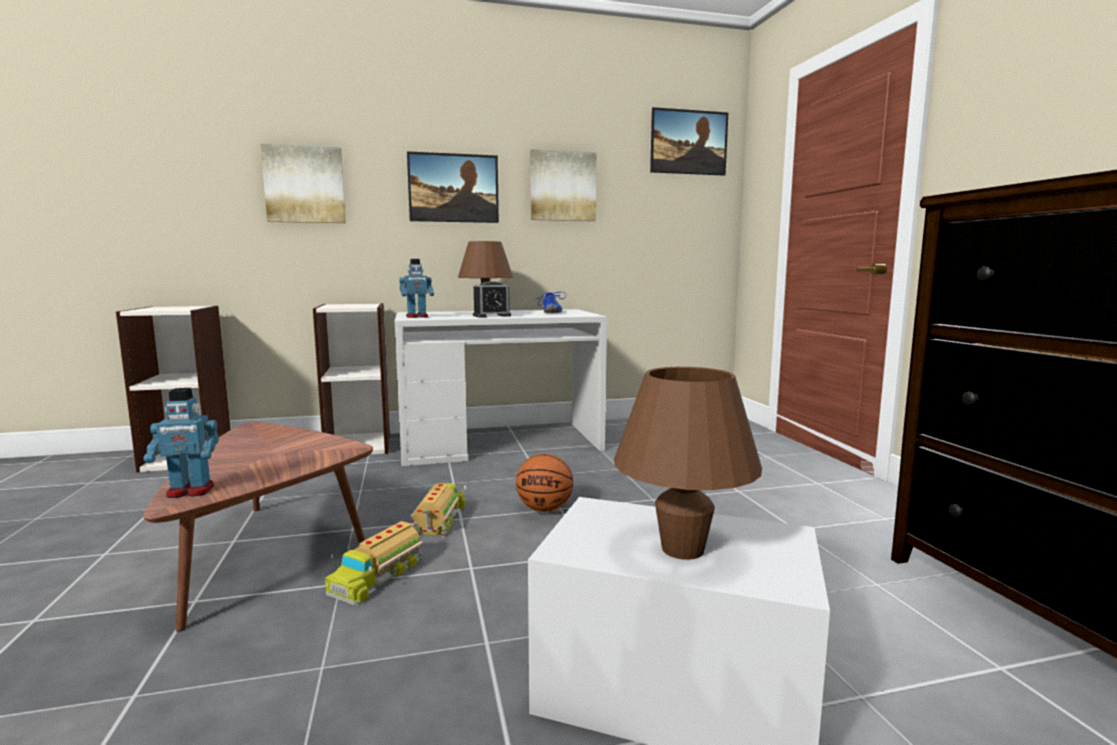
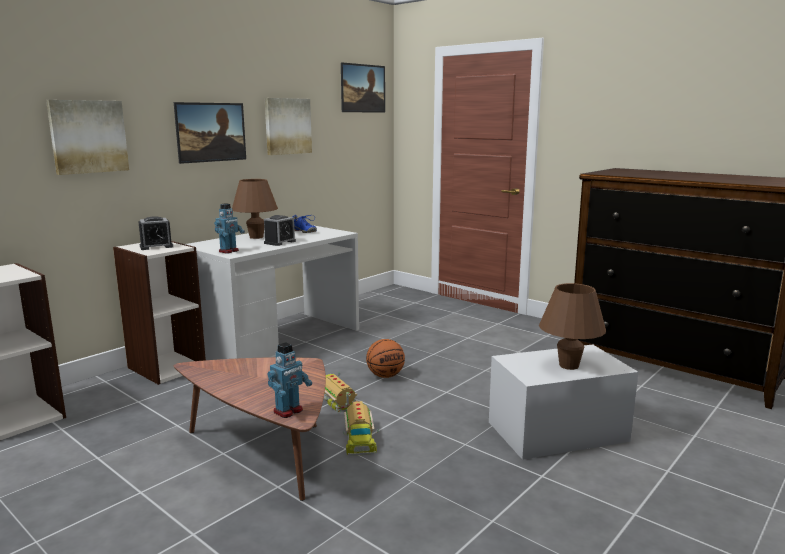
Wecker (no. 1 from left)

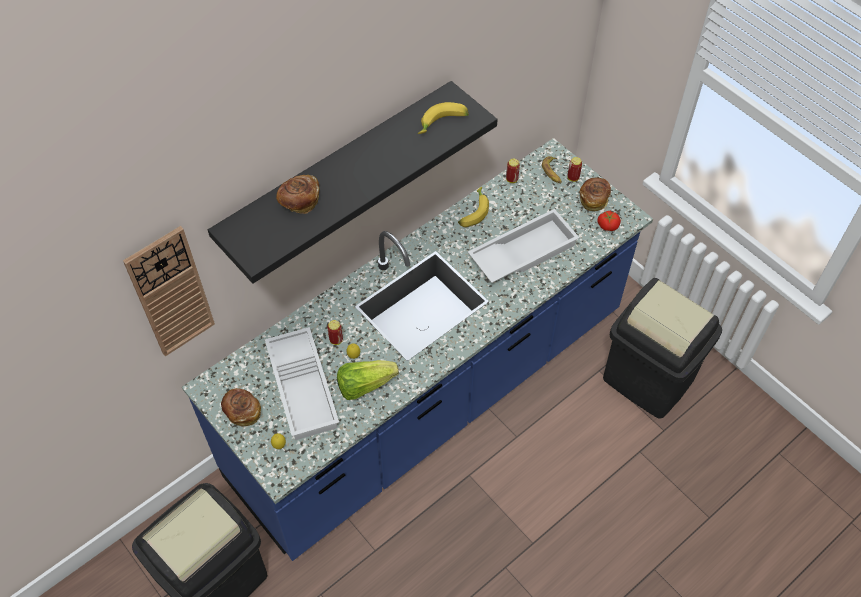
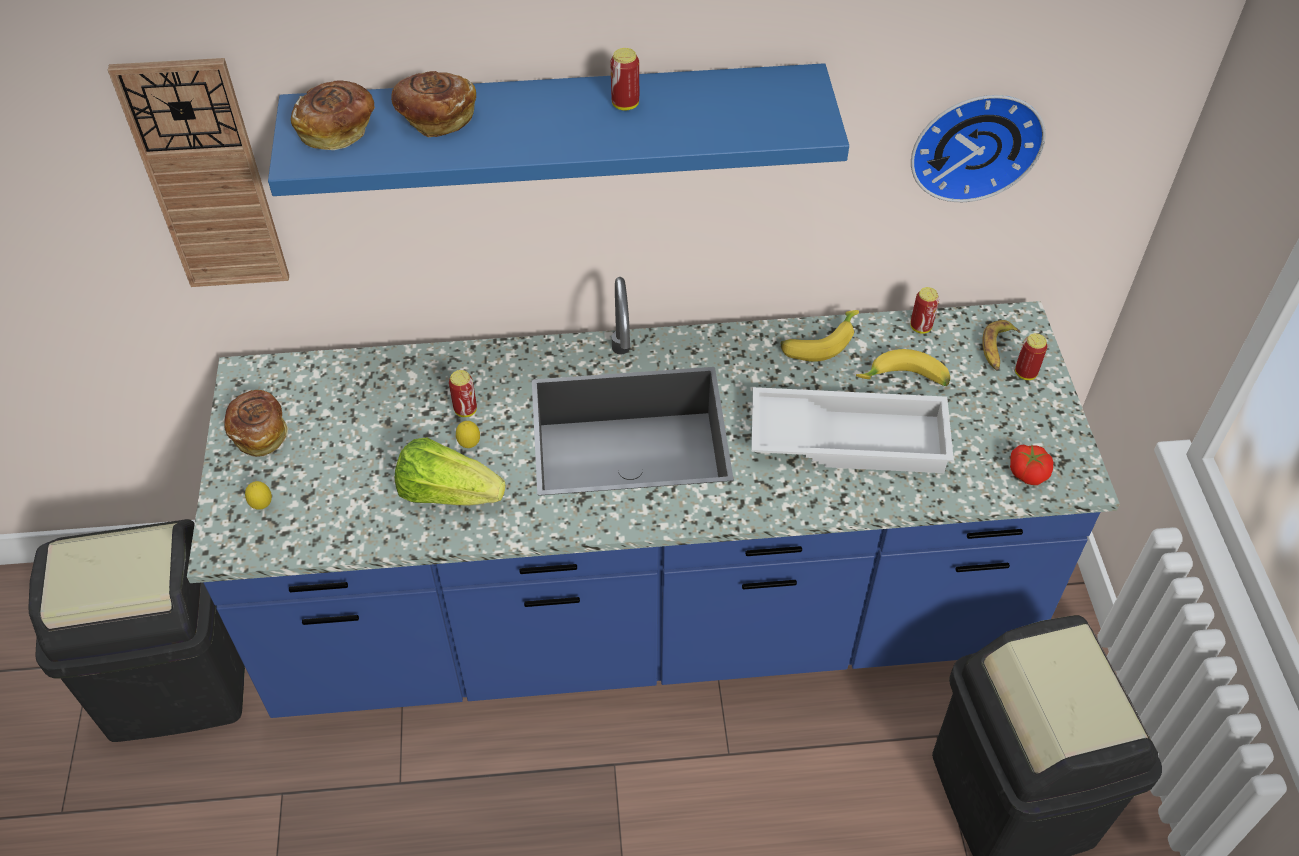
Tablett/weiß (no. 1 from left in the first image)
Dose (no. 2 from left)
Wanduhr (no. 2 from left)
Banane (no. 2 from left)
Brot (no. 2 from left)
Wandregal/blau

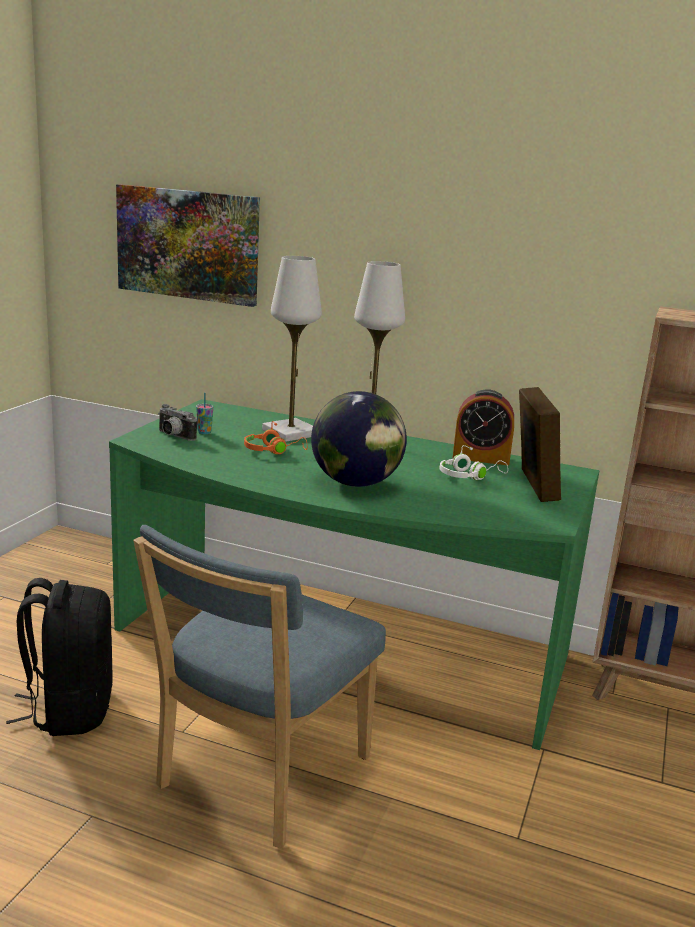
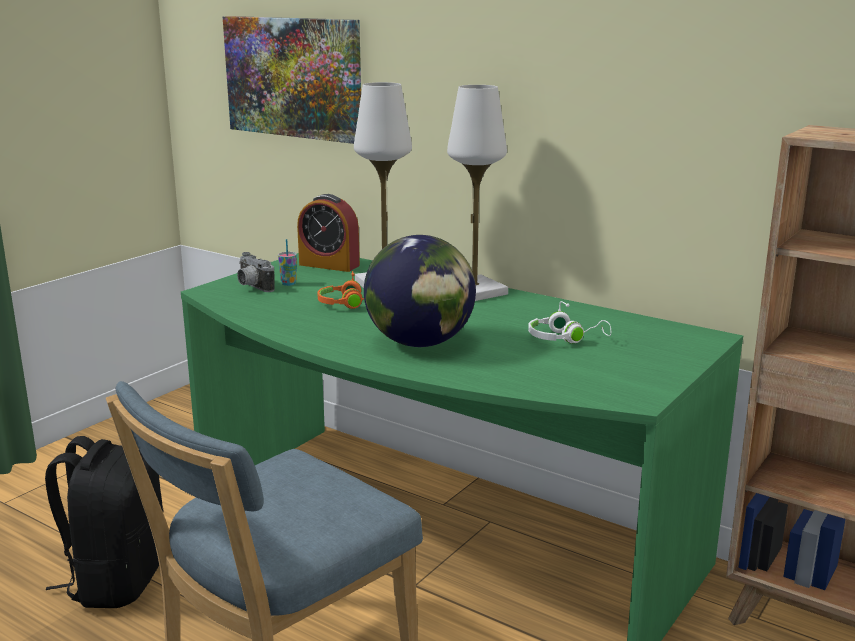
Bilderrahmen
Wecker

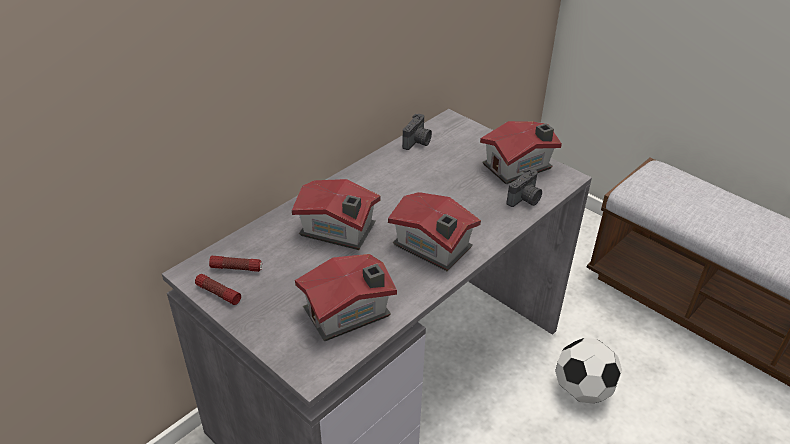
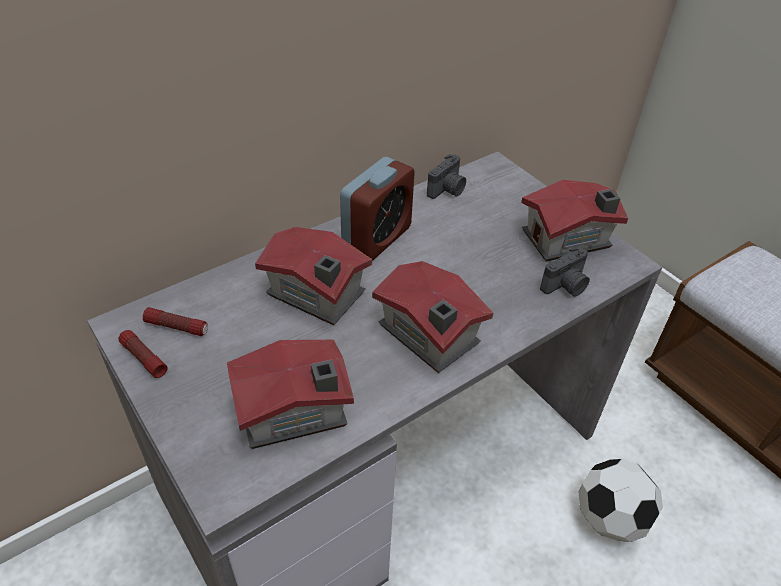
Wecker

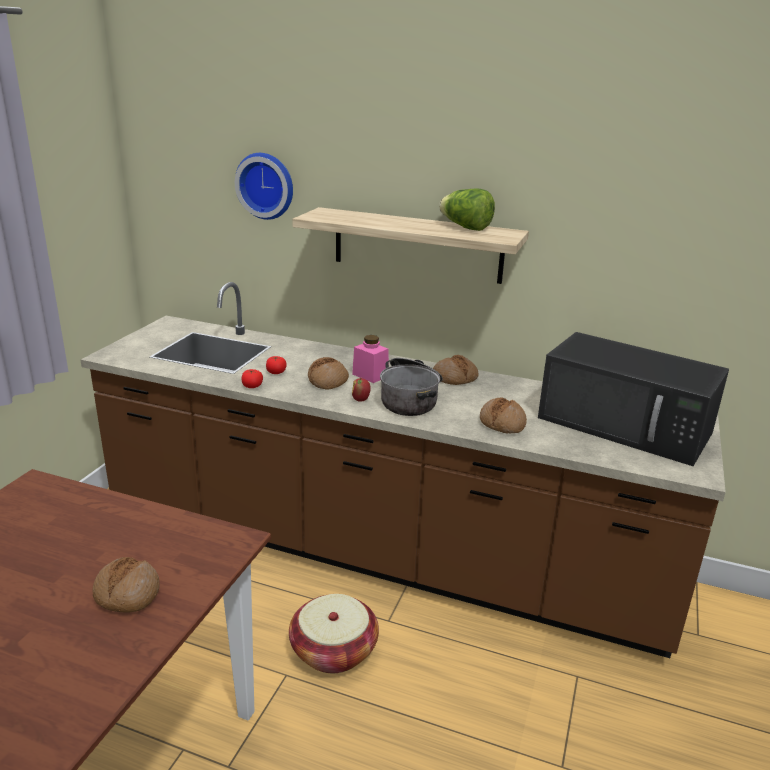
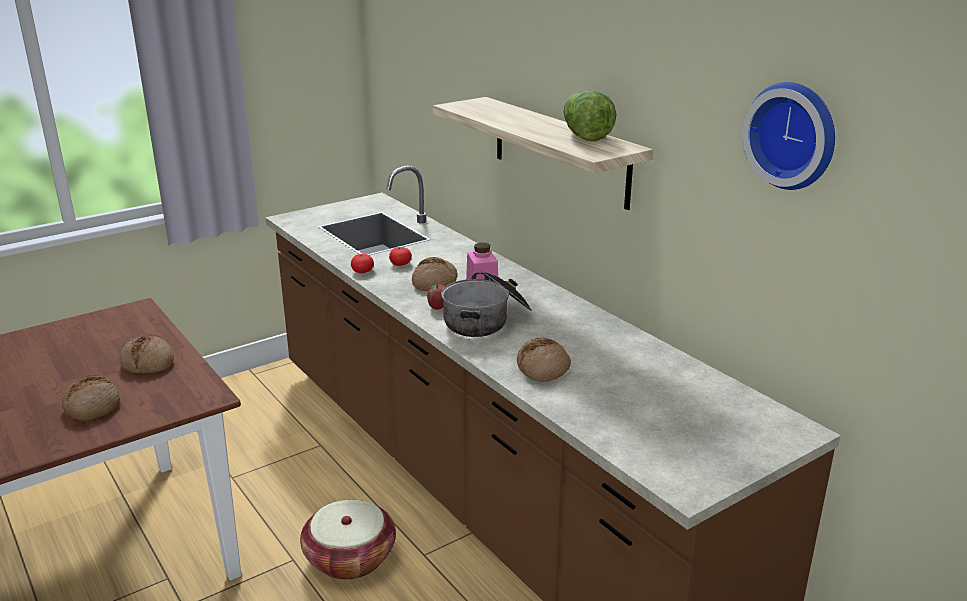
Mikrowelle/schwarz
Wanduhr
Brot (no. 2 from left)

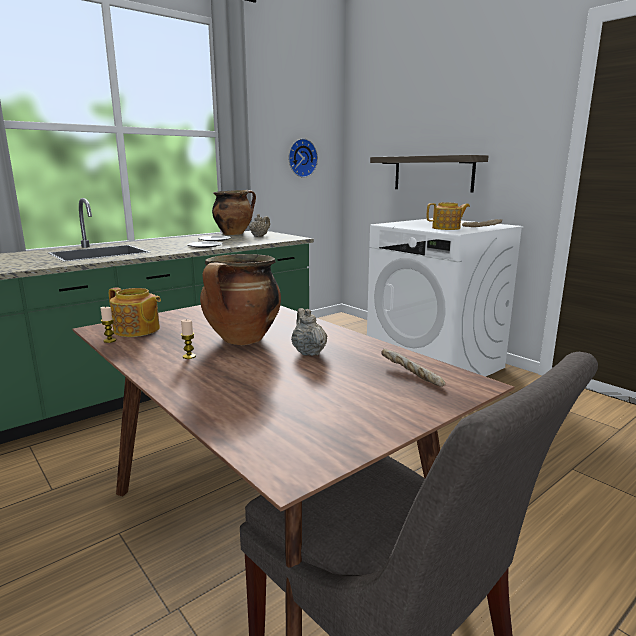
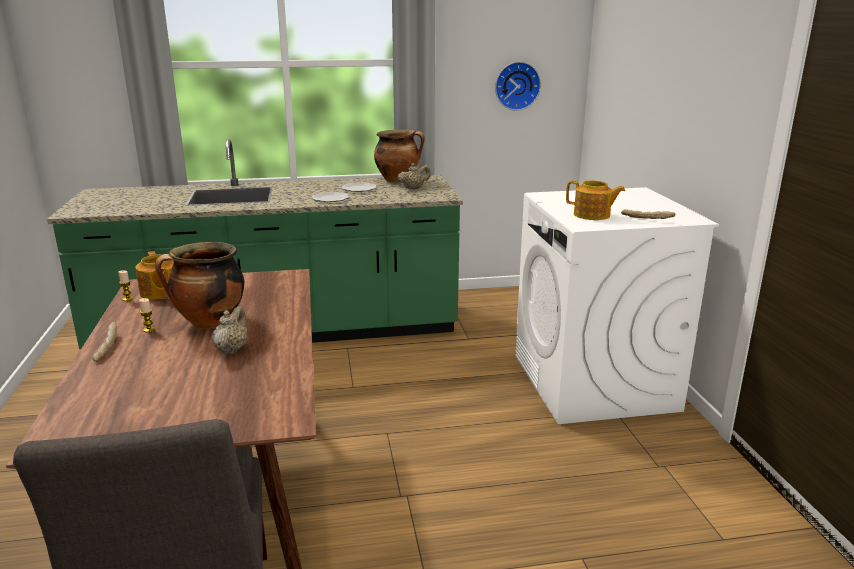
Wandregal
Brot (no. 1 from left)

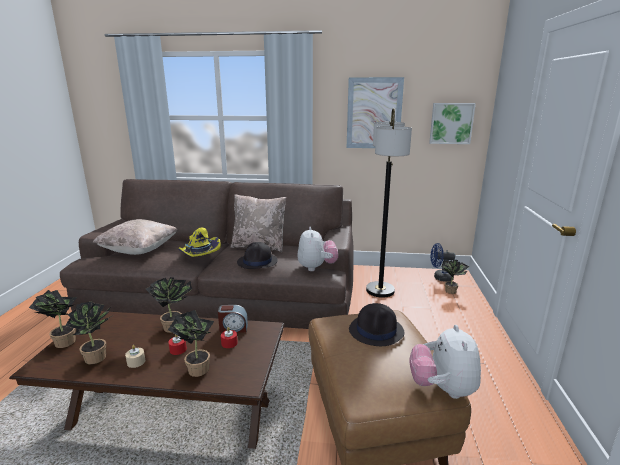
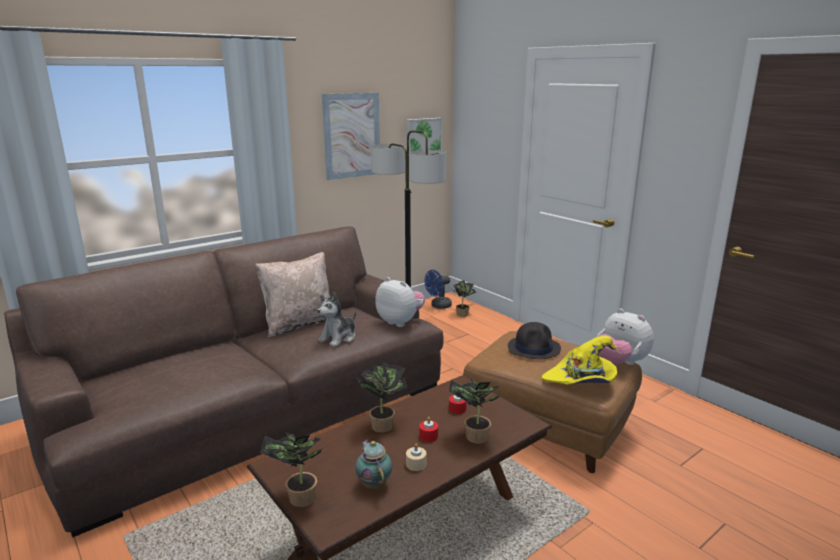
Kissen/beige (no. 1 from left in the first image)
Wecker
Hut/gelb
Teekanne
Plüschtier (no. 1 from left)

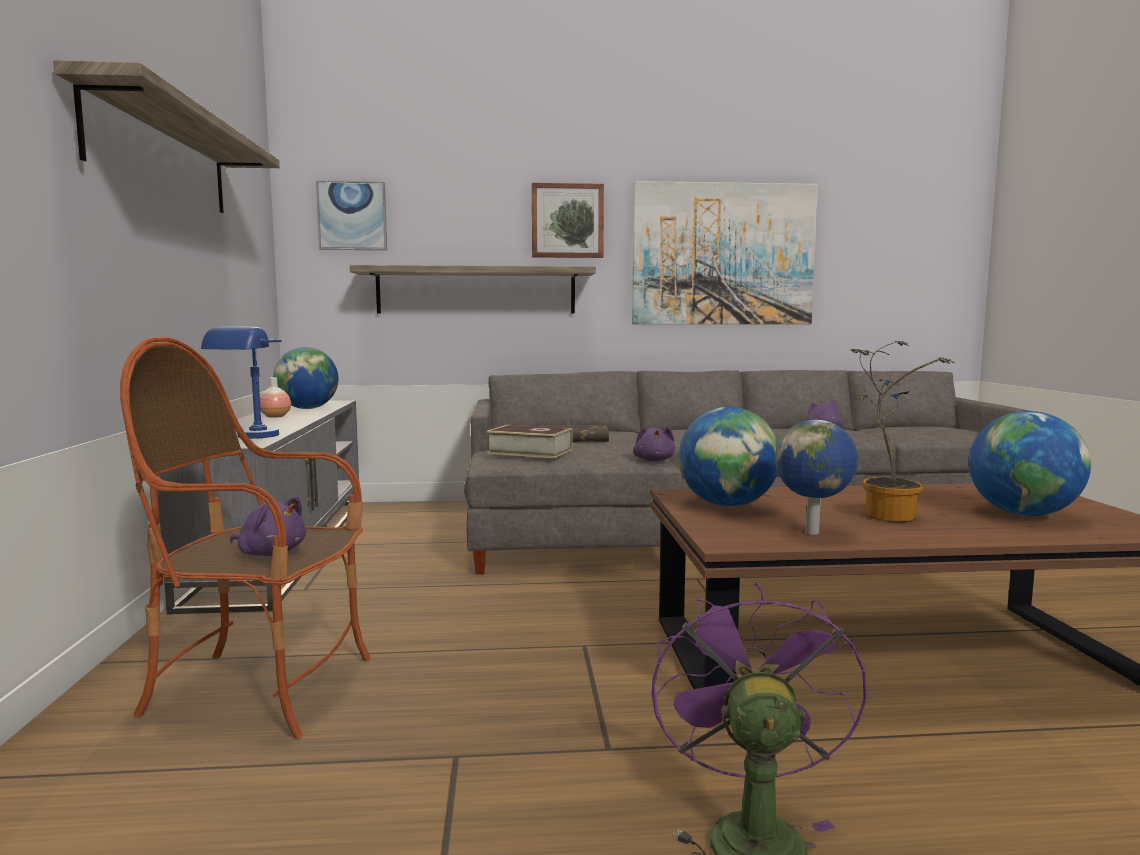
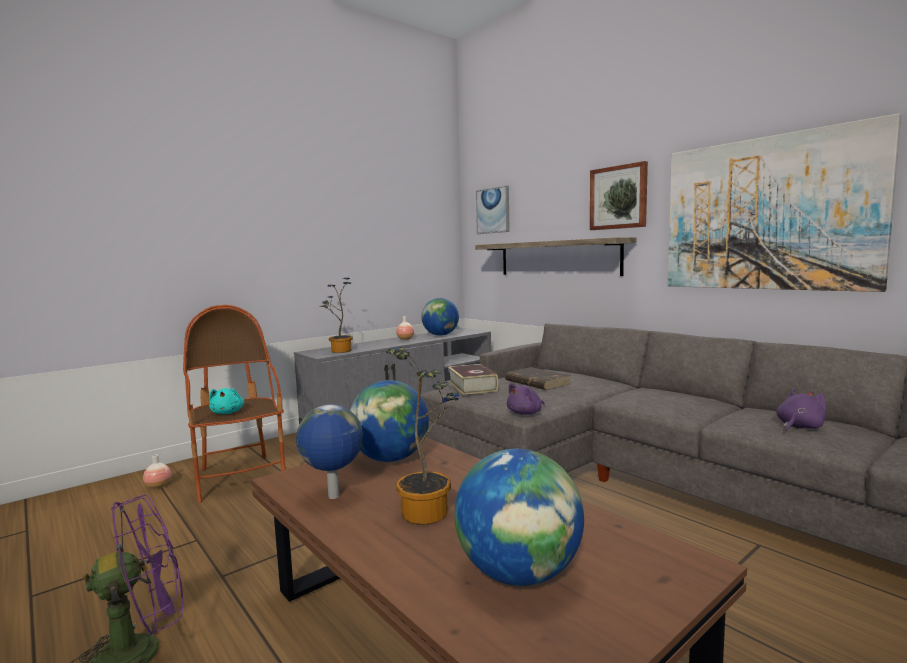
Wandregal (no. 1 from left in the first image)
Vase (no. 1 from left)
Topfpflanze (no. 1 from left)
Plüschtier/türkis

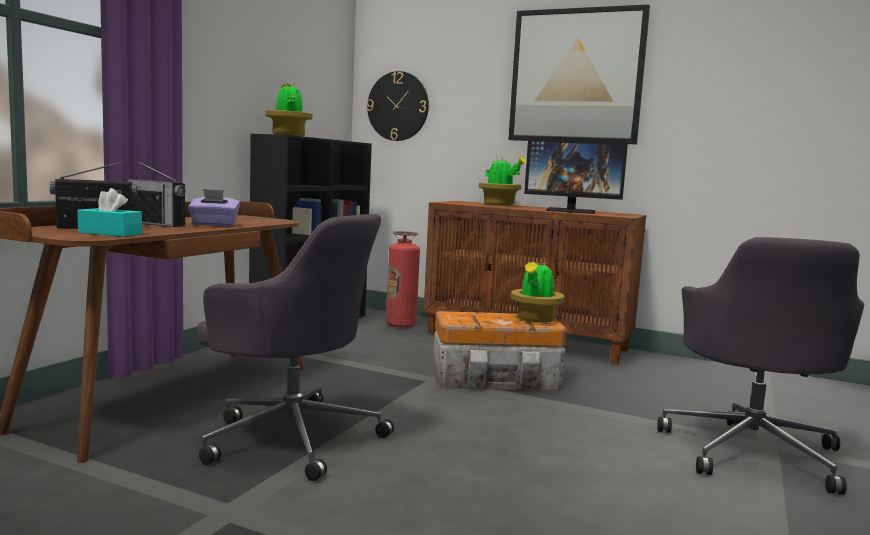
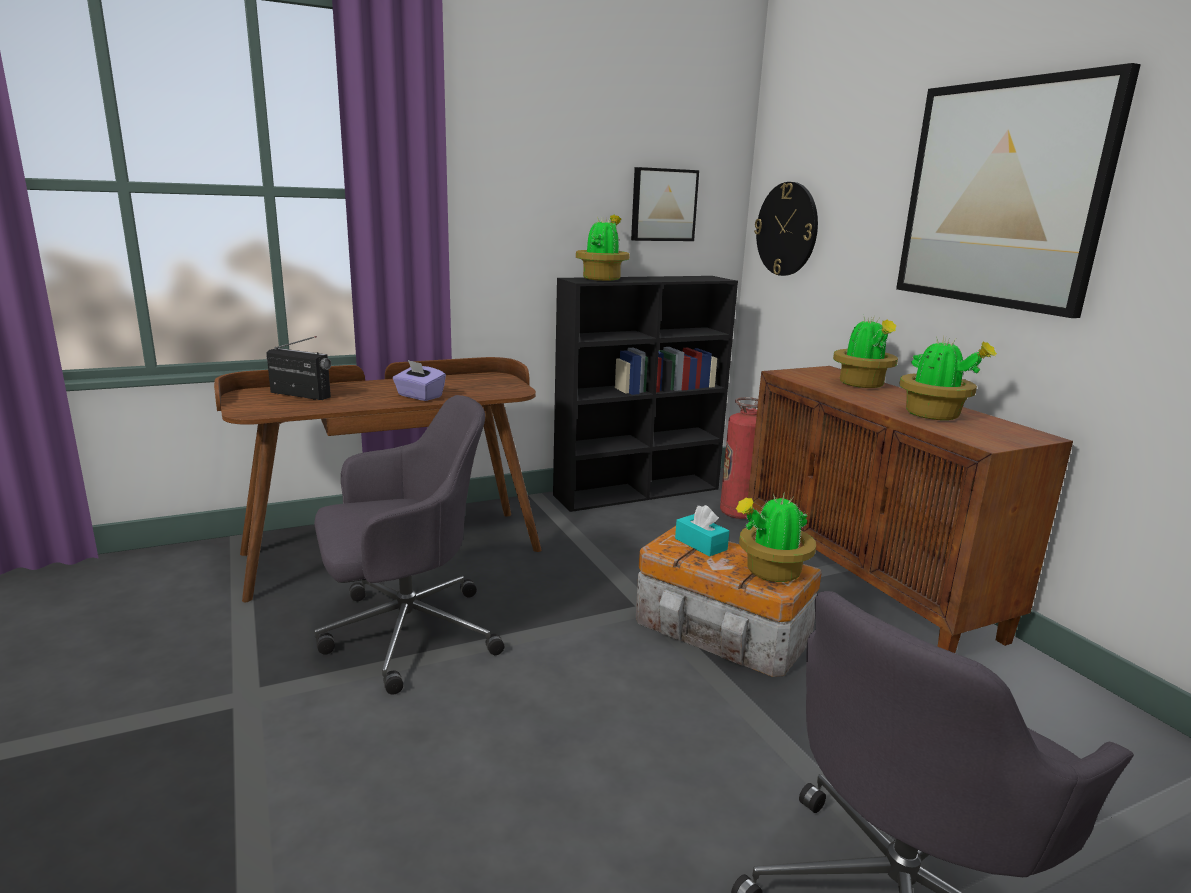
Radio (no. 2 from left in the first image)
Bild (no. 1 from left)
Taschentuchbox/türkis
Topfpflanze (no. 4 from left)
Bürostuhl/grau (no. 1 from left)

